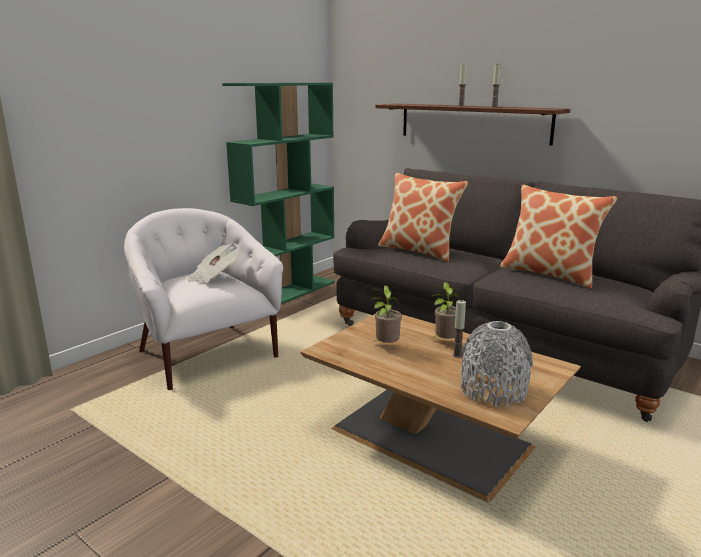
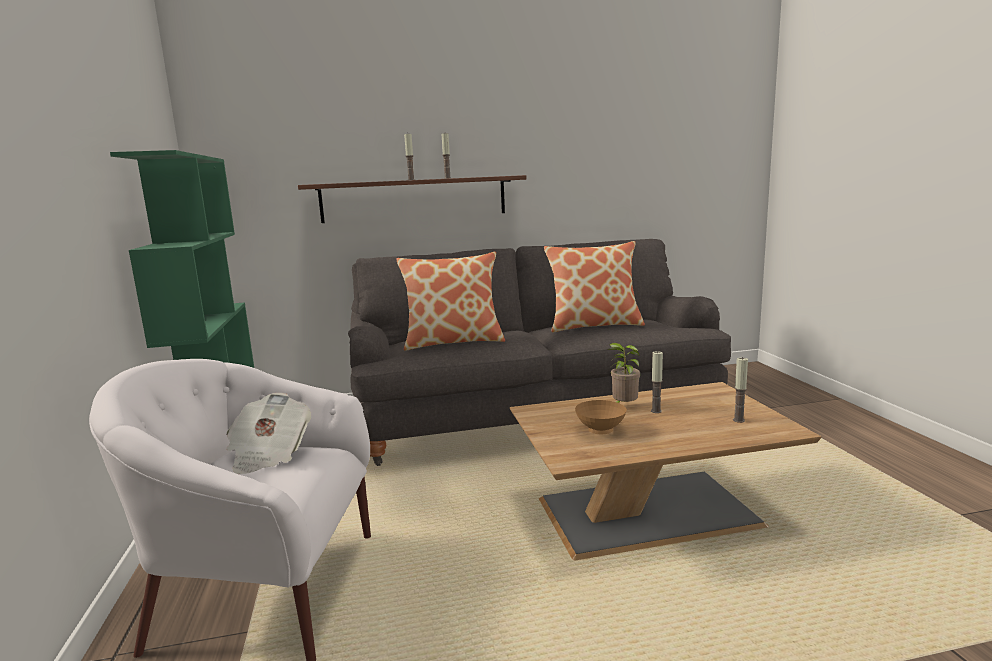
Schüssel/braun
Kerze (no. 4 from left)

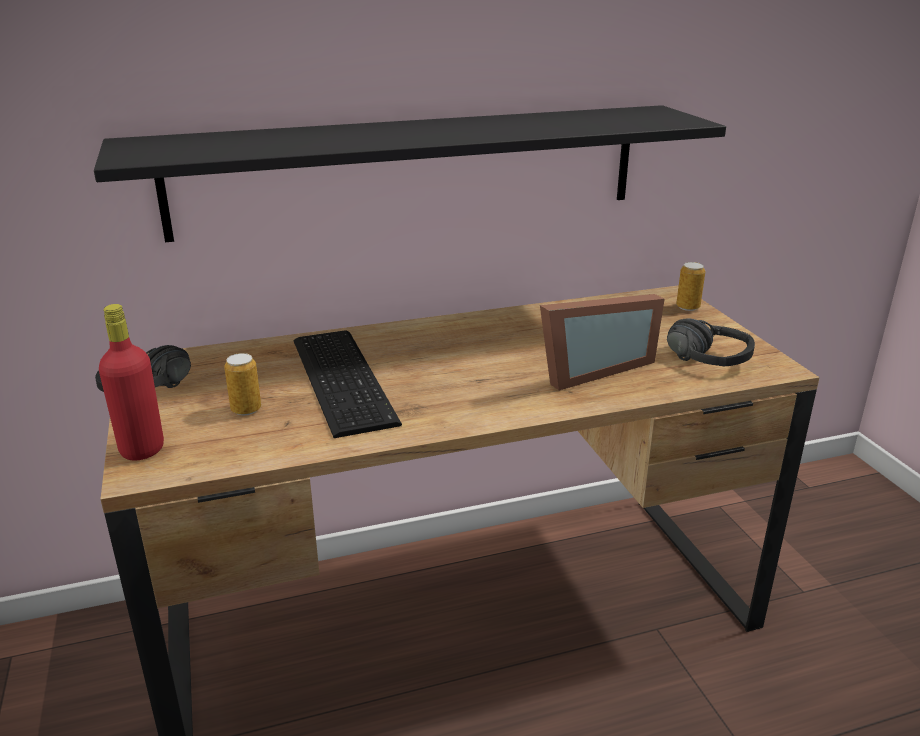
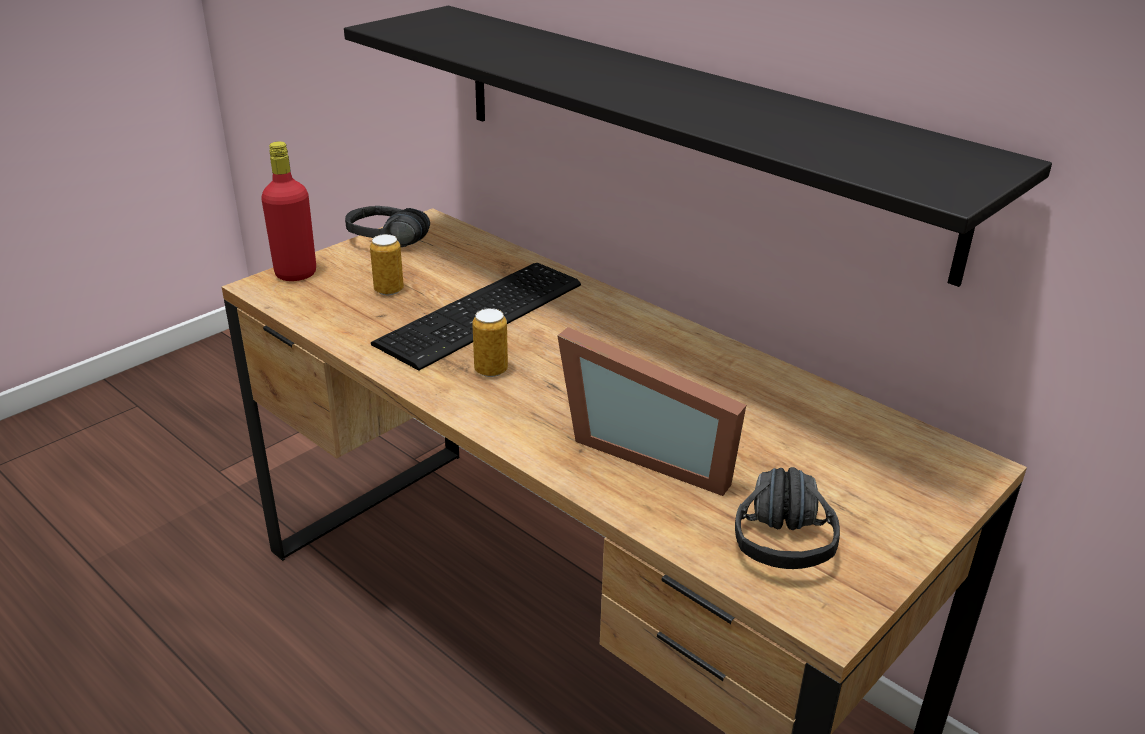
Dose (no. 2 from left)

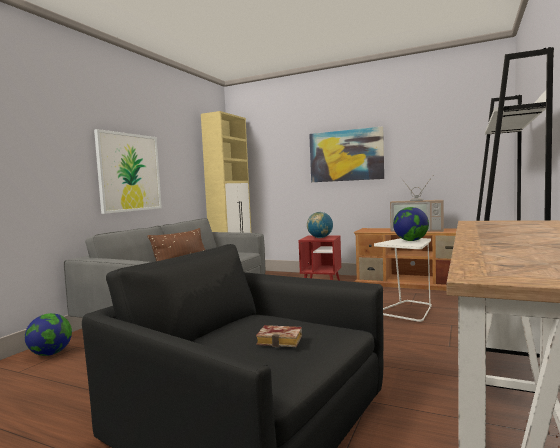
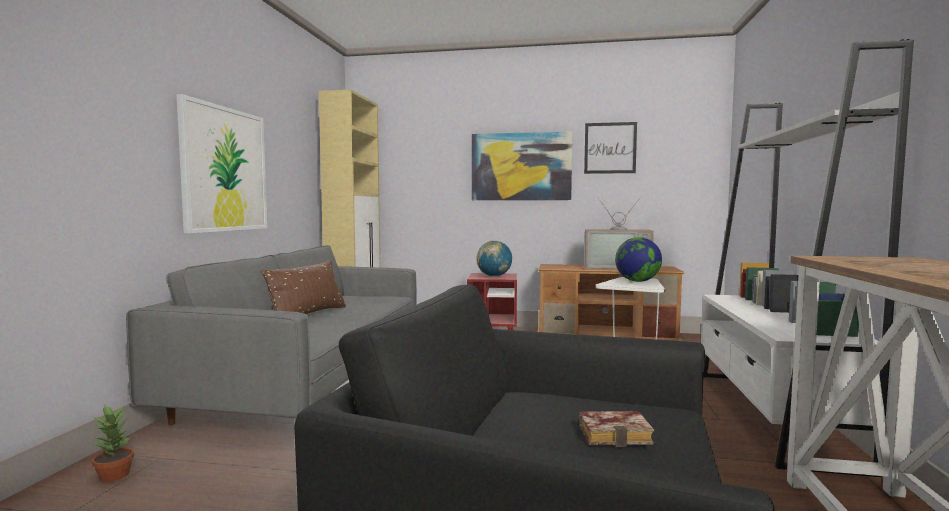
Bild (no. 3 from left)
Topfpflanze

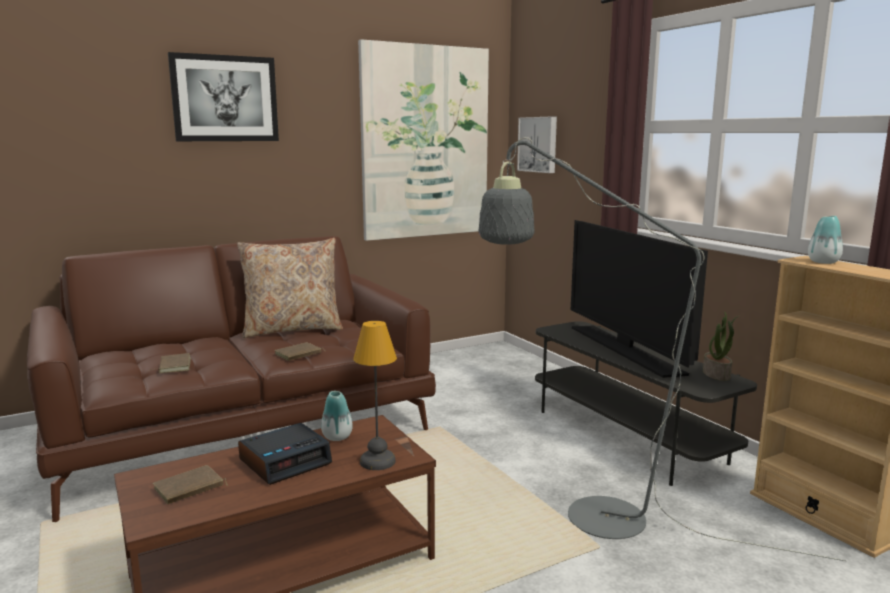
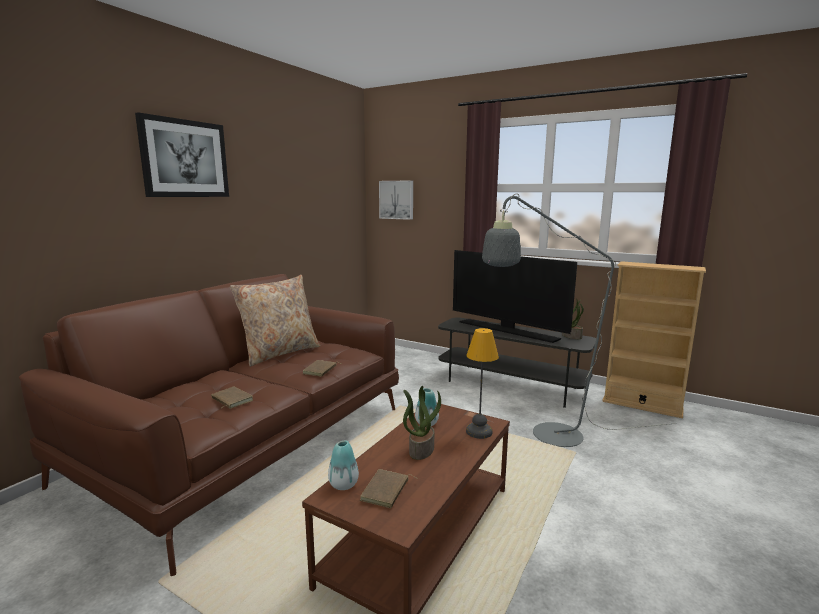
Bild (no. 2 from left in the first image)
Vase (no. 1 from left)
Topfpflanze (no. 1 from left)

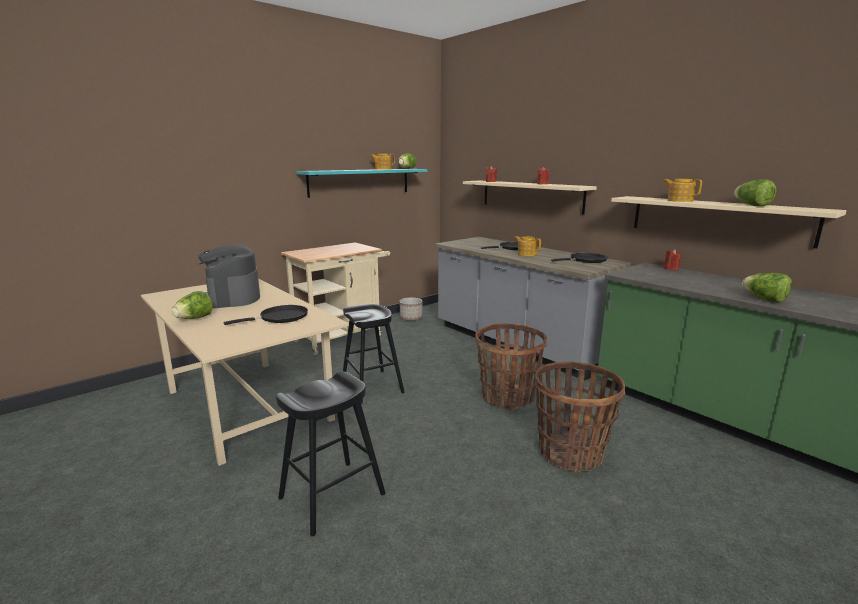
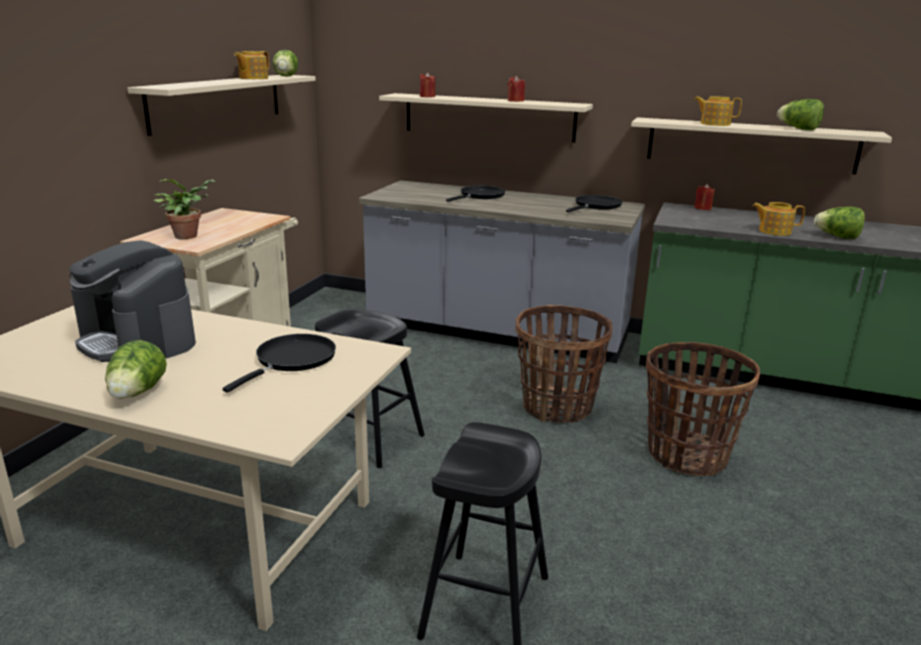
Pflanzkübel
Topfpflanze
Teekanne (no. 3 from left)
Wandregal/beige (no. 1 from left)

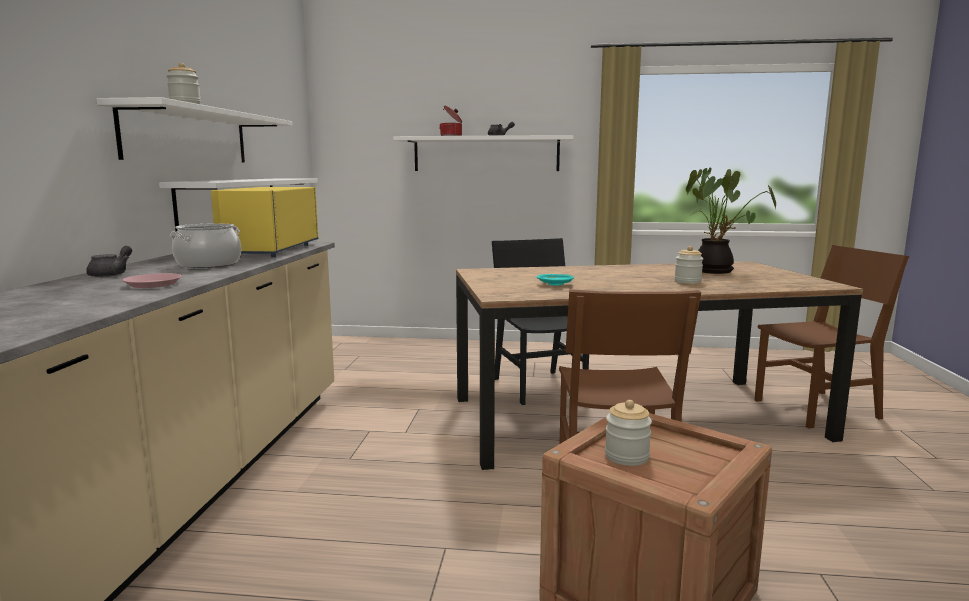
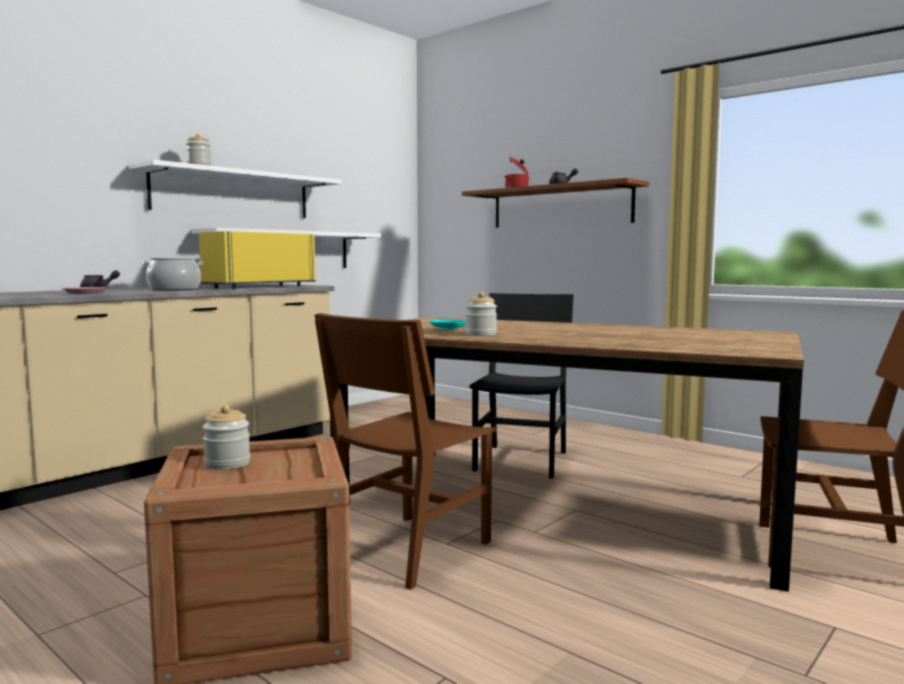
Topfpflanze
Vorratsglas (no. 3 from left)
Wandregal/braun

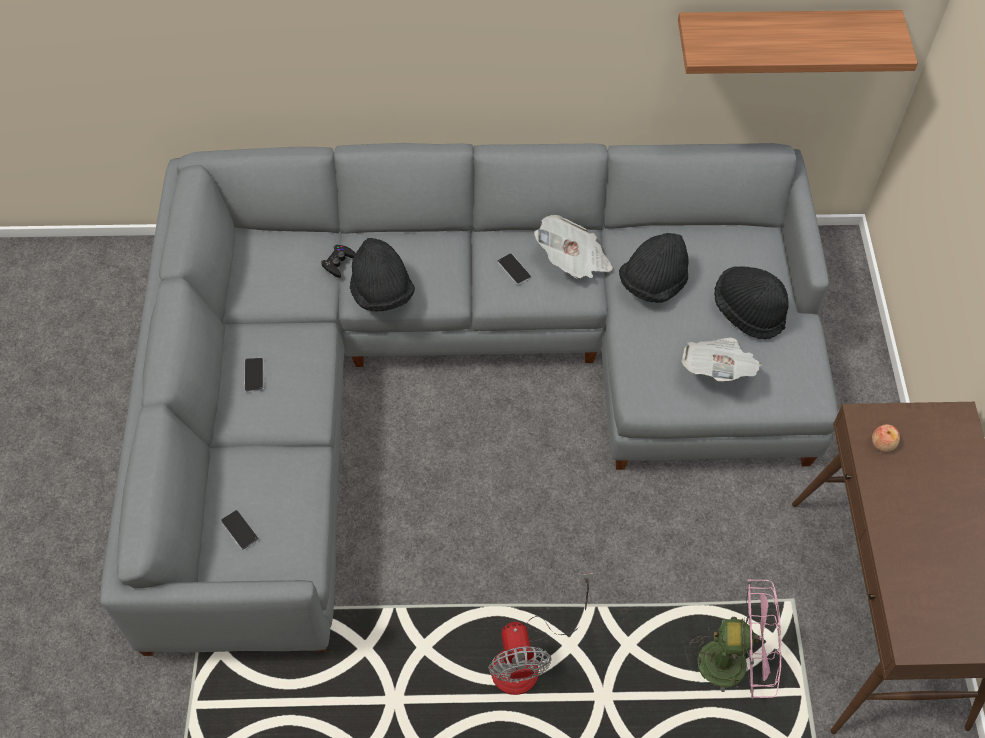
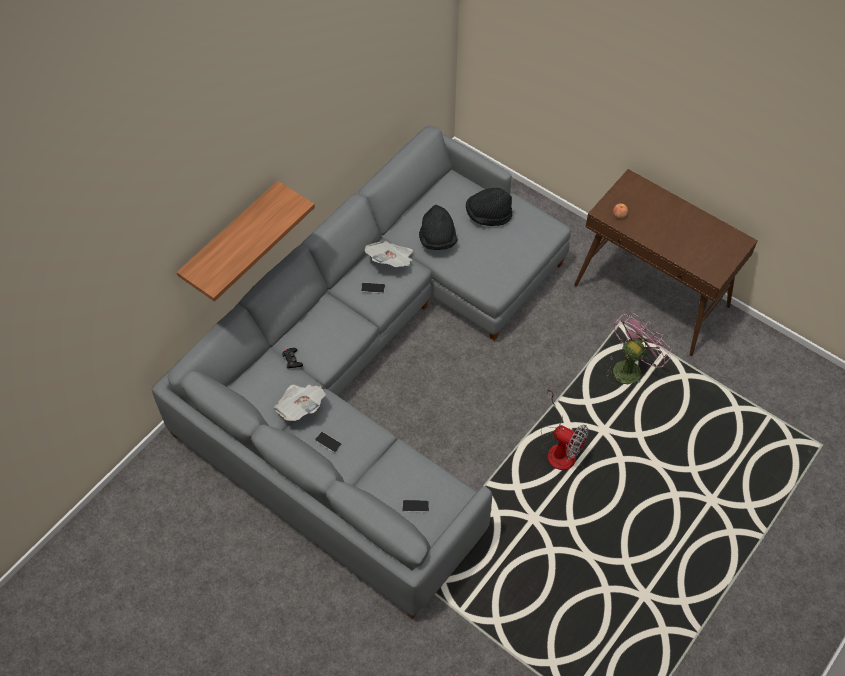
Hut/schwarz (no. 1 from left in the first image)
Wandregal
Zeitung (no. 1 from left)

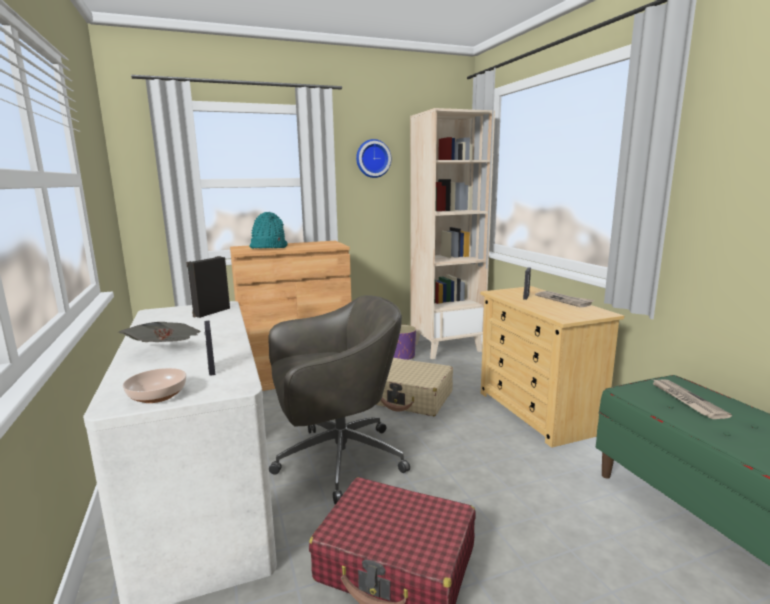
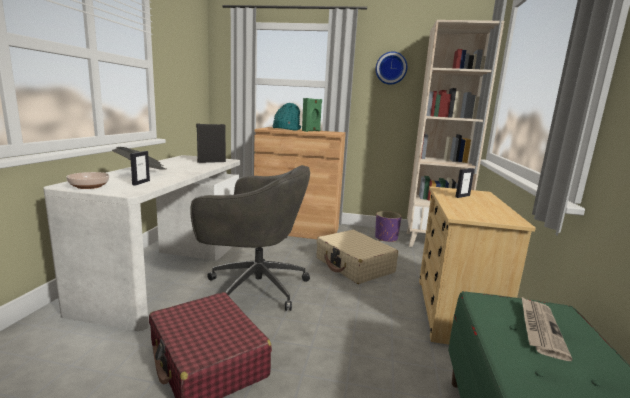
Zeitung (no. 2 from left in the first image)
Lautsprecher/grün

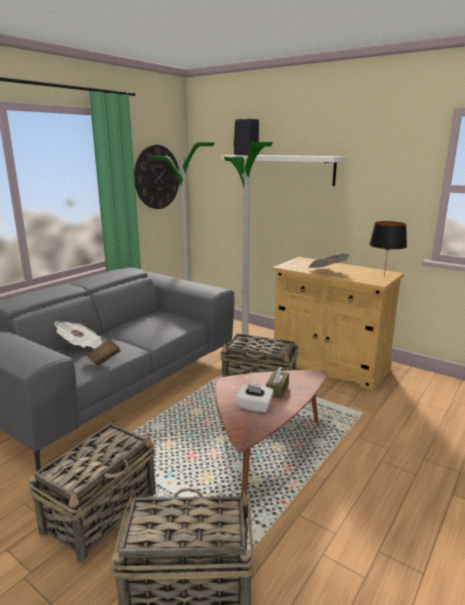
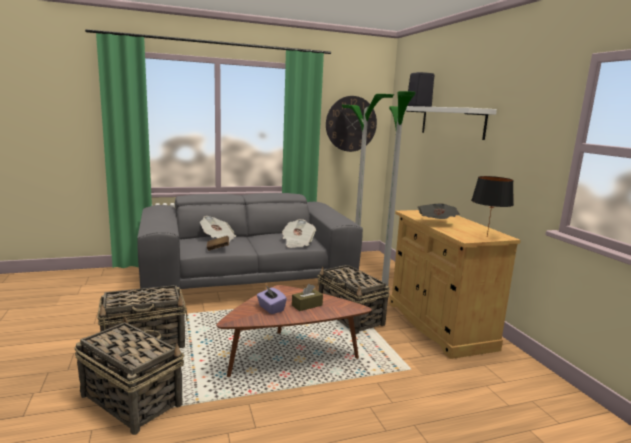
Zeitung (no. 2 from left)
Taschentuchbox/lila

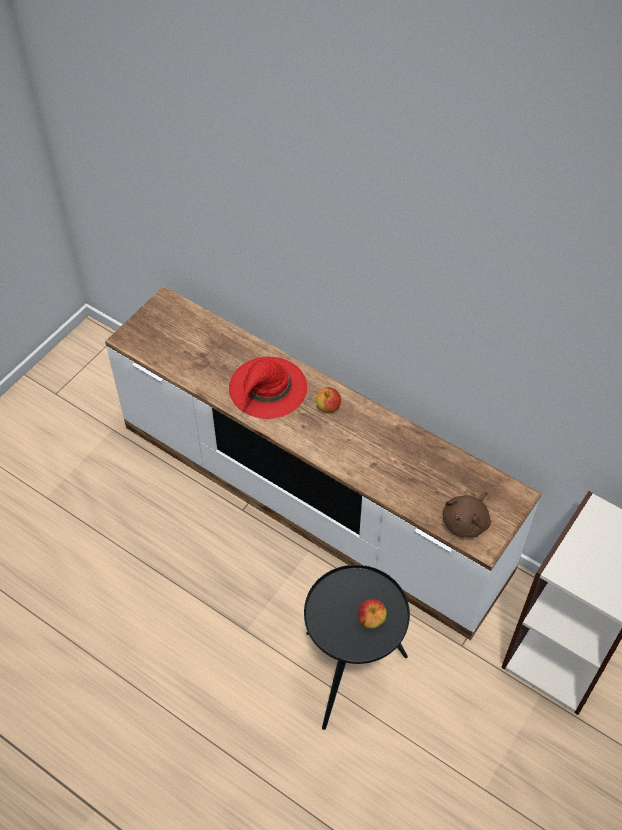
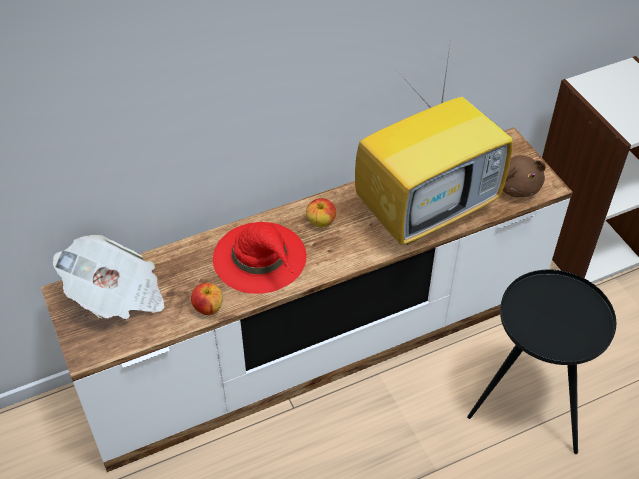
Zeitung
Fernseher
Apfel (no. 1 from left)

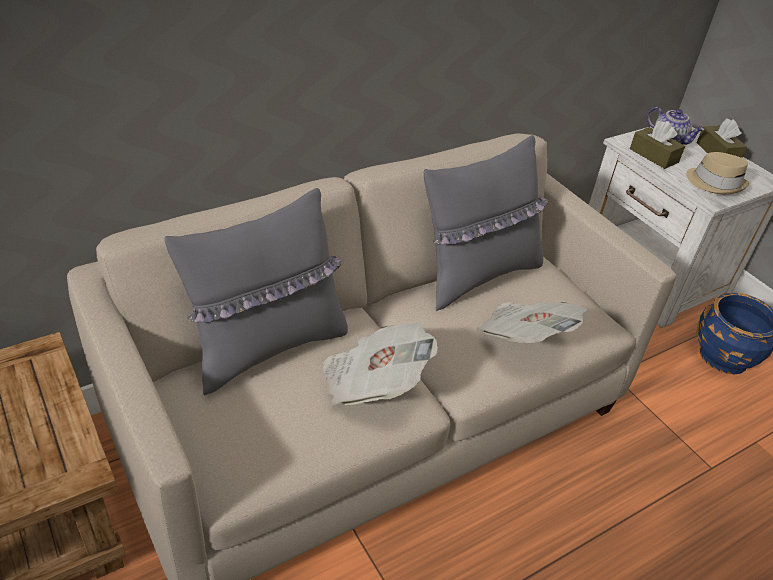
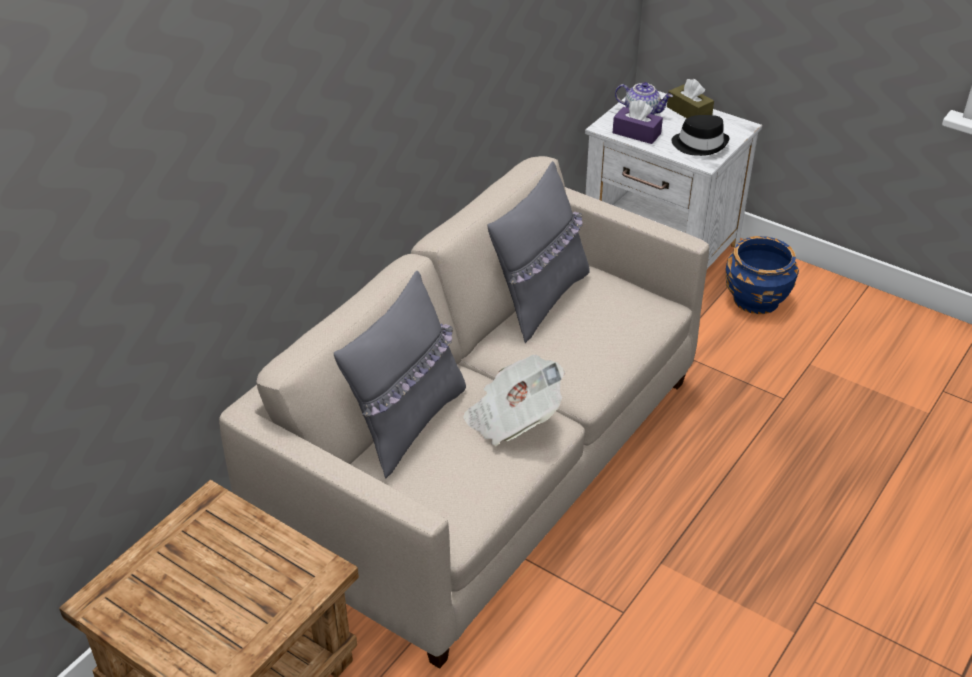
Zeitung (no. 2 from left in the first image)
Taschentuchbox/lila
Hut/schwarz

